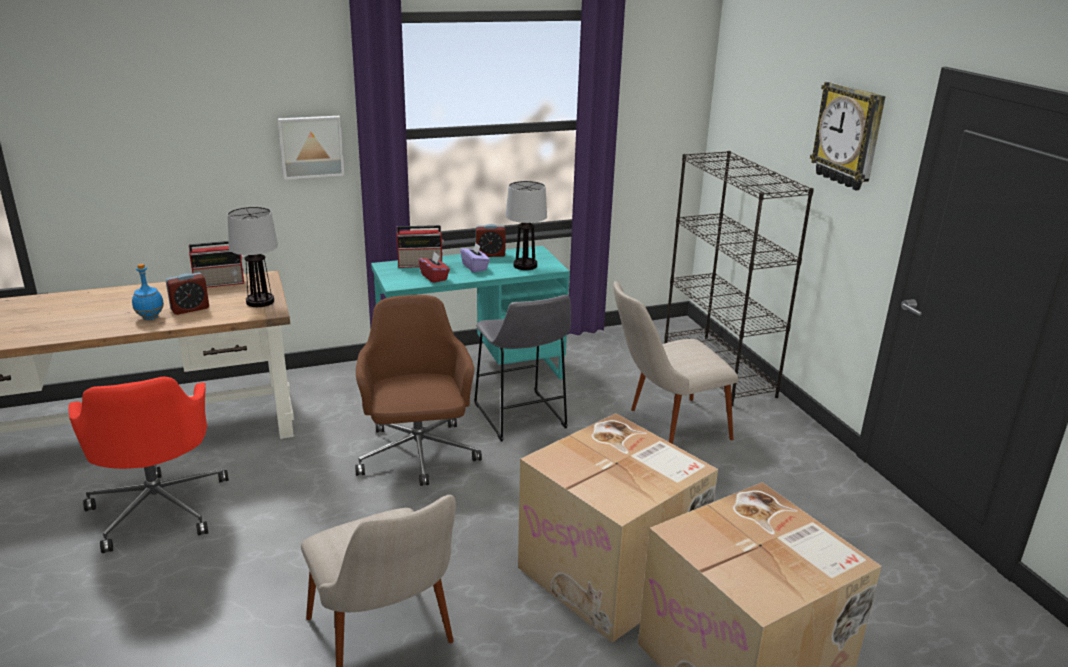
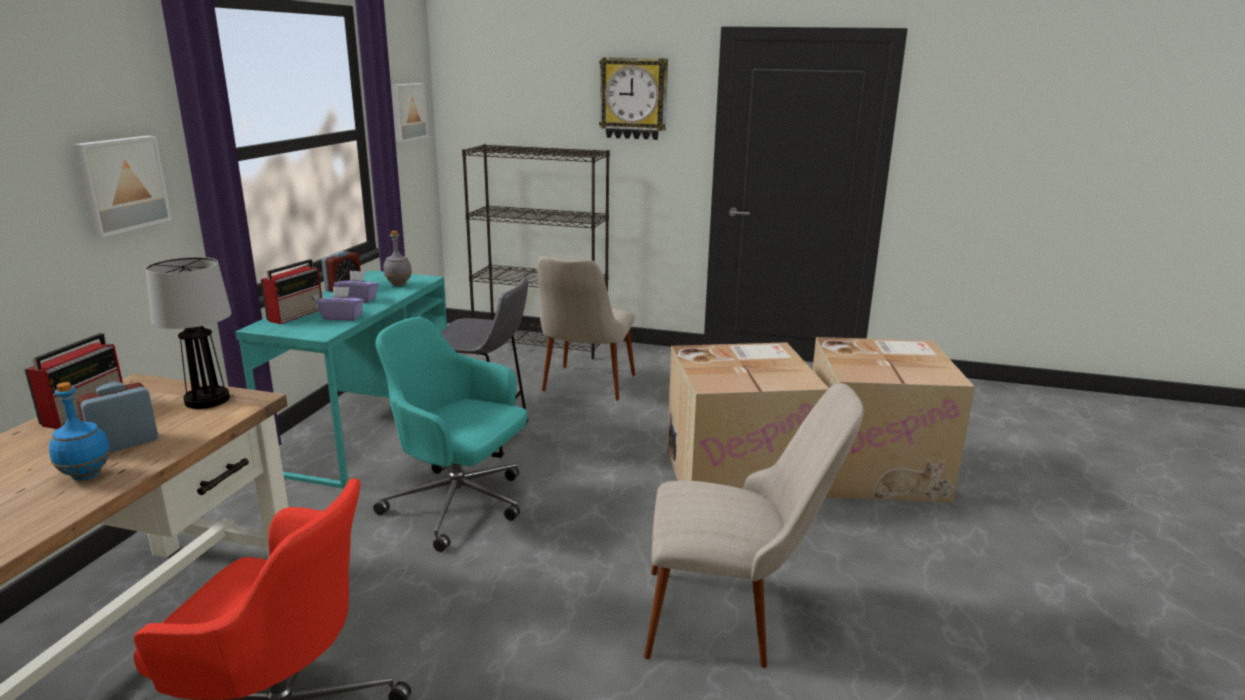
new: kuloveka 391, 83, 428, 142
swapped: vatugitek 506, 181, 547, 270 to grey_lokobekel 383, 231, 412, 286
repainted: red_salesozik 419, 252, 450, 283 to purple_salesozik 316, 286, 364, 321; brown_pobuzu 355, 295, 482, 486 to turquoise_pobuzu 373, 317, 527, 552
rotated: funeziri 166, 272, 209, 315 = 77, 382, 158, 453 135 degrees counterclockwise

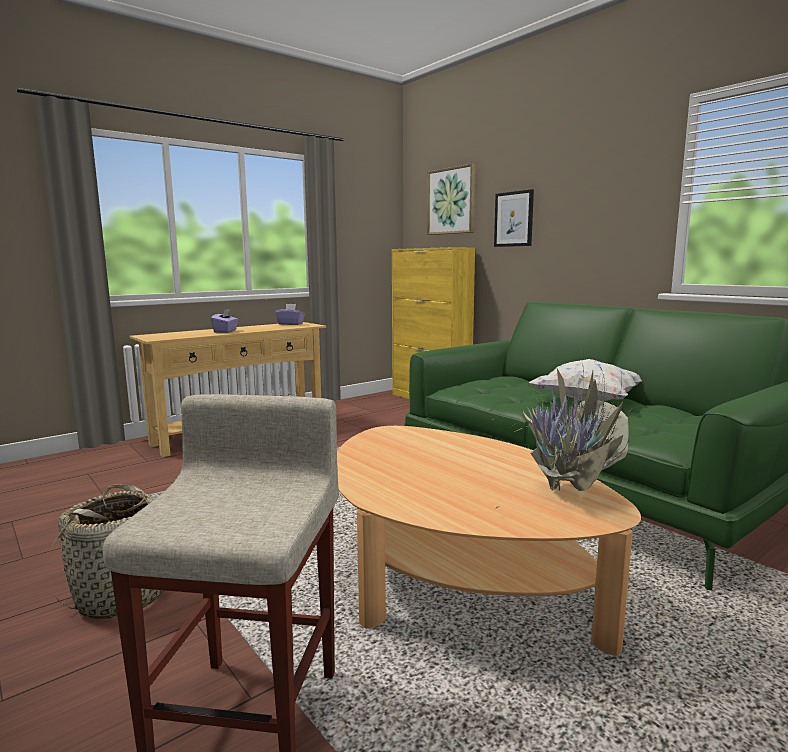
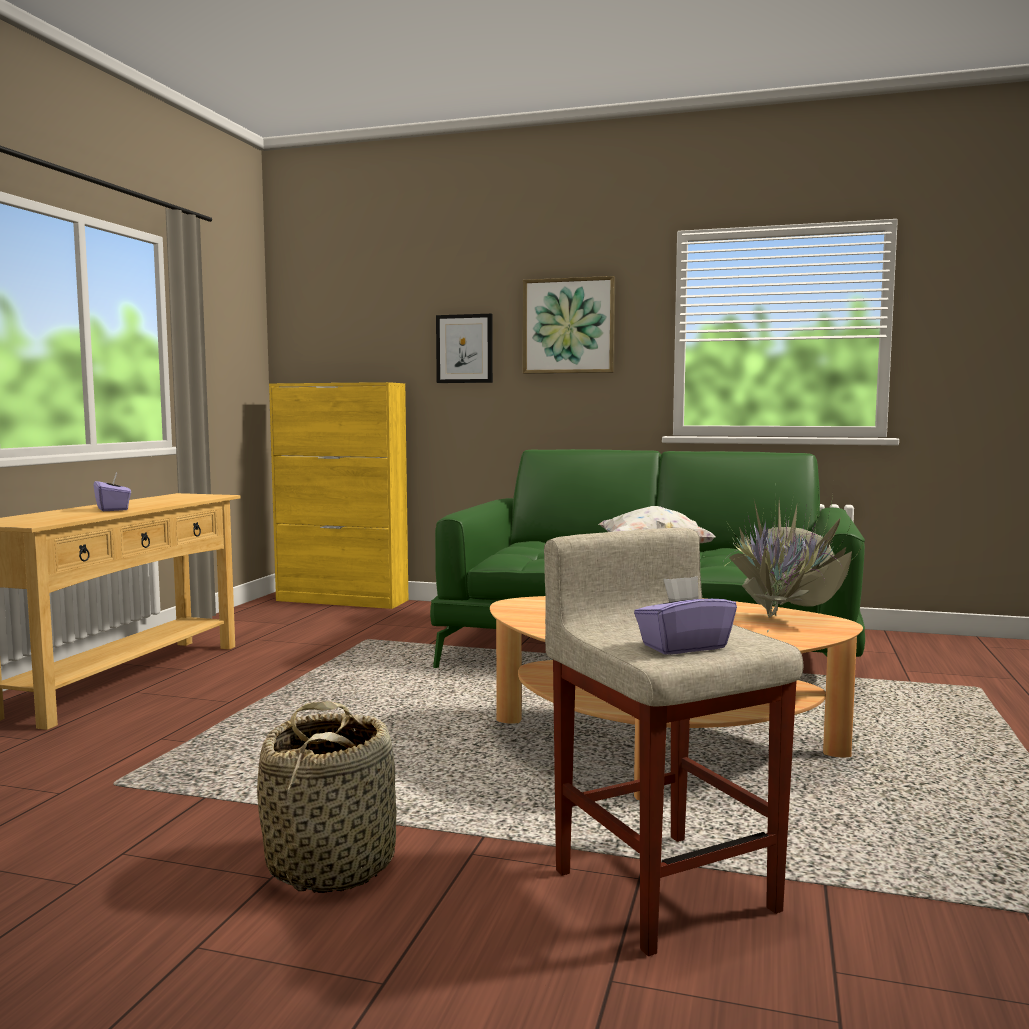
shifted: kuloveka 427, 163, 476, 235 to 523, 276, 615, 374; purple_salesozik 275, 304, 305, 325 to 634, 576, 737, 655

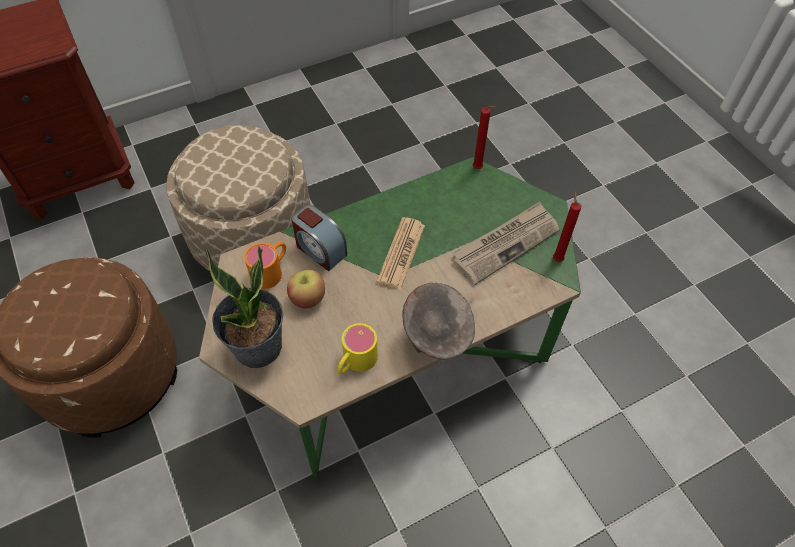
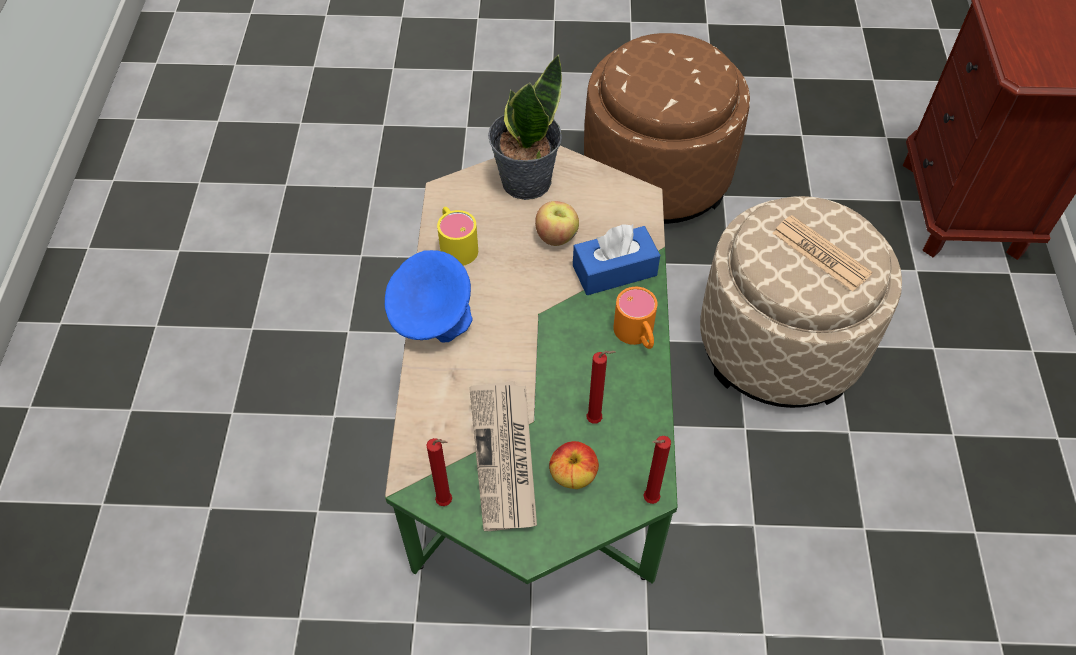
new: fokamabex 549, 441, 599, 489; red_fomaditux 587, 351, 615, 423
shifted: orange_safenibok 244, 242, 286, 289 to 613, 287, 658, 349; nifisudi 377, 217, 425, 289 to 772, 215, 873, 291
swapped: funeziri 292, 205, 347, 271 to blue_salesozik 573, 224, 660, 295
repainted: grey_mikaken 402, 282, 475, 360 to blue_mikaken 385, 250, 473, 343

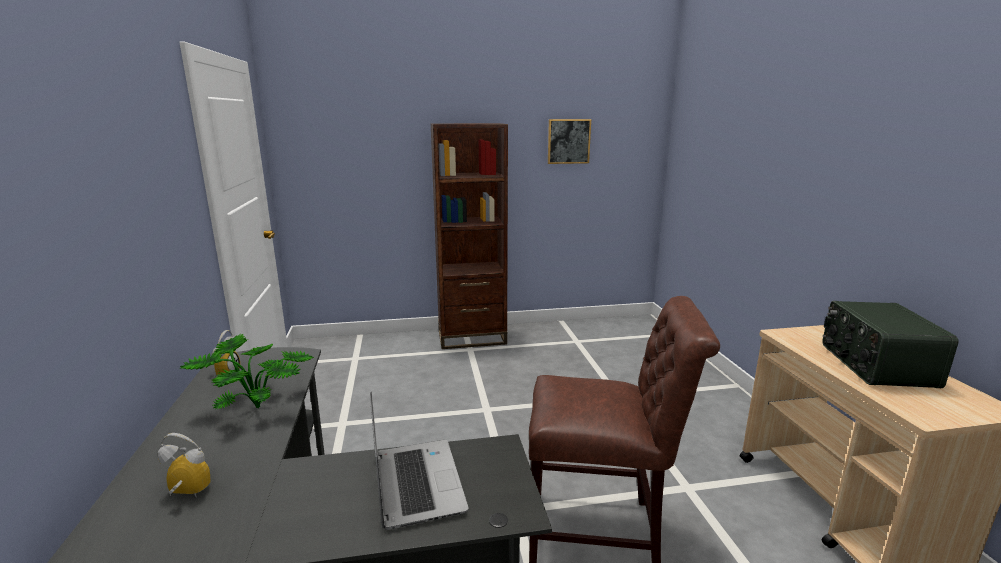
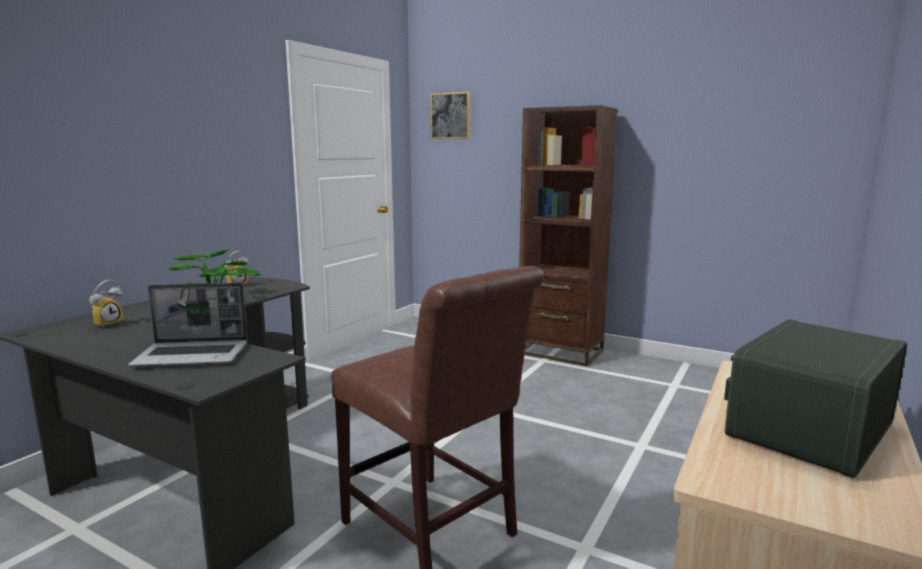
shifted: kuloveka 548, 119, 591, 164 to 430, 92, 470, 139
rotated: funeziri 158, 433, 211, 497 = 90, 280, 123, 328 75 degrees clockwise; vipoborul 370, 392, 469, 530 = 128, 283, 248, 367 60 degrees clockwise

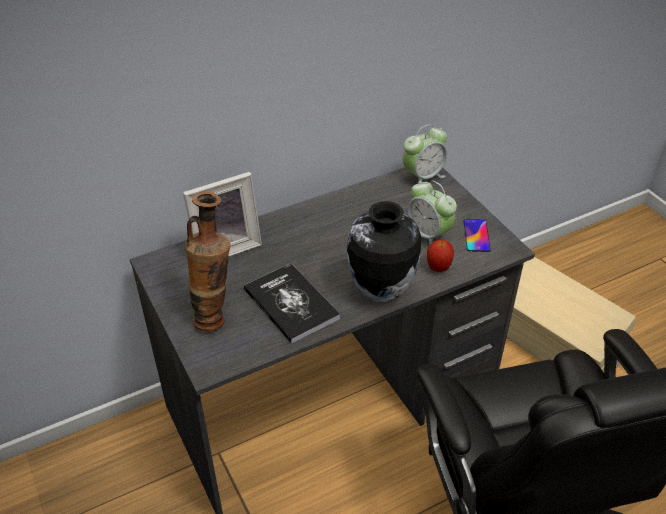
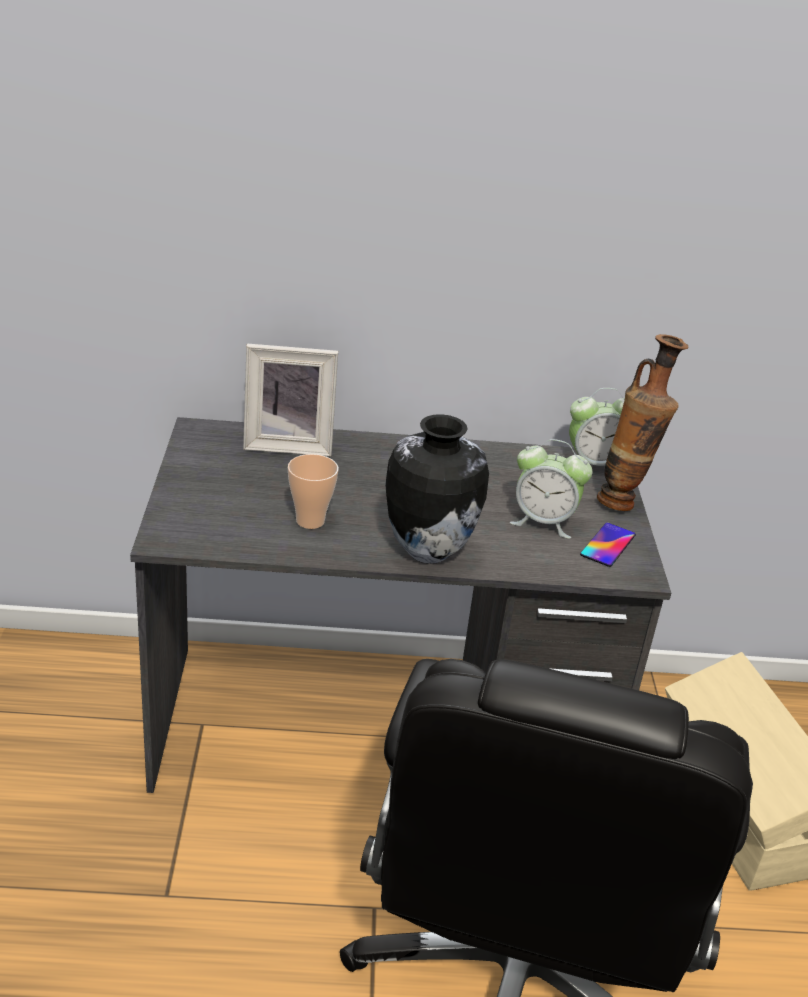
gone: fokamabex 427, 240, 454, 272
shifted: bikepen 185, 192, 231, 332 to 597, 334, 689, 511
swapped: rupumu 244, 263, 340, 344 to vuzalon 288, 454, 339, 529
rotated: funeziri 407, 180, 457, 246 = 510, 439, 593, 539 60 degrees counterclockwise

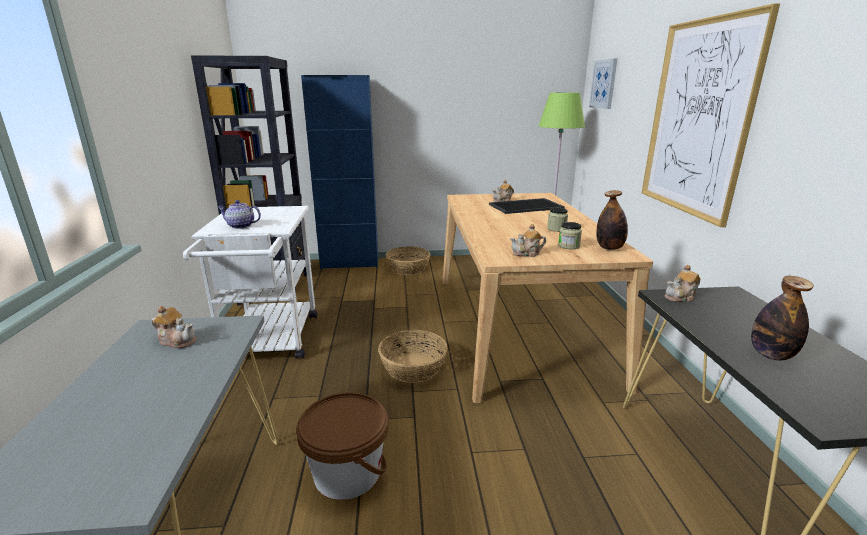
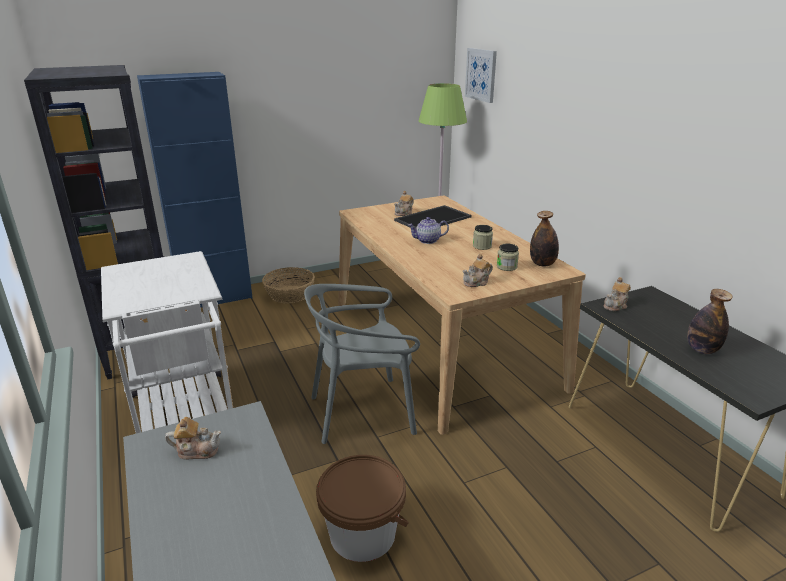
gone: kuloveka 642, 4, 780, 227
shifted: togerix 218, 200, 261, 229 to 408, 217, 449, 244
swapped: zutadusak 378, 330, 448, 383 to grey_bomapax 304, 284, 420, 444

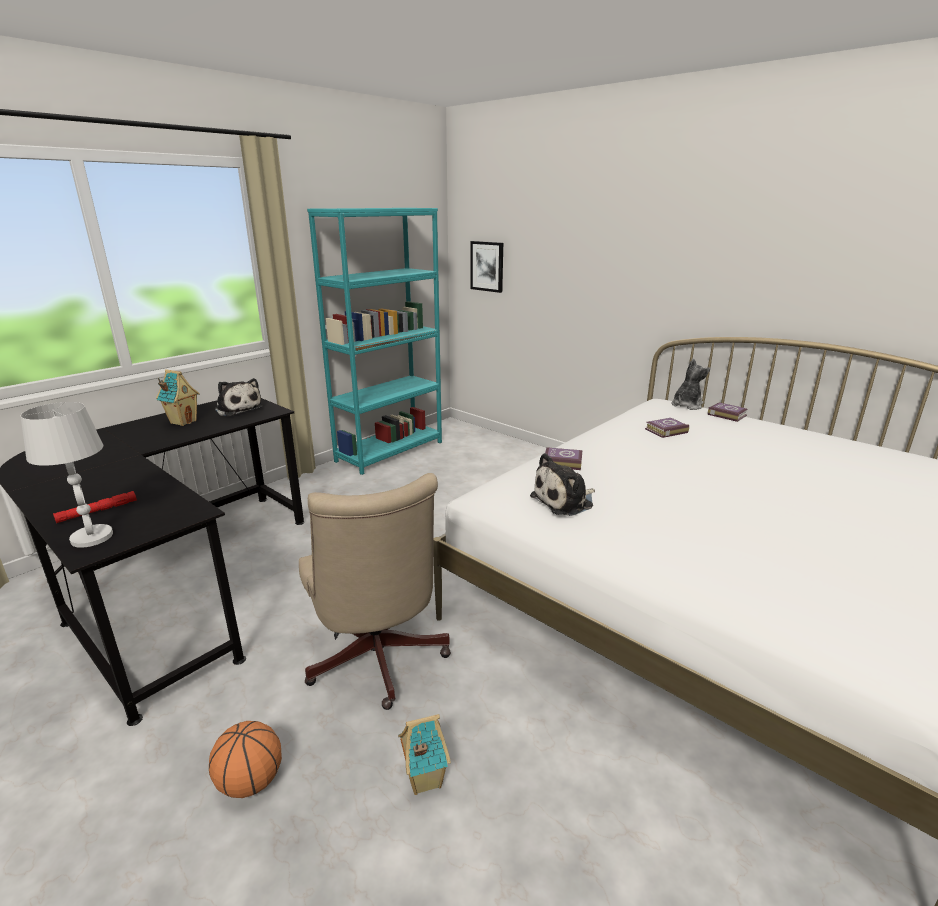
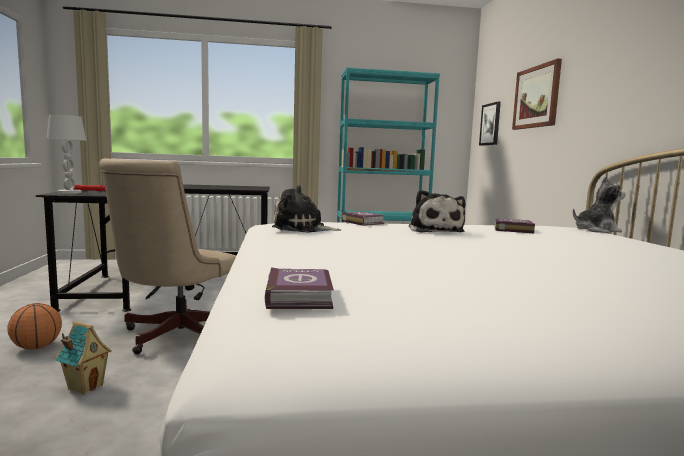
gone: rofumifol 156, 369, 200, 426
new: kuloveka 512, 58, 562, 130
shifted: rupumu 707, 402, 748, 422 to 265, 267, 334, 309; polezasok 214, 378, 263, 416 to 409, 190, 465, 232

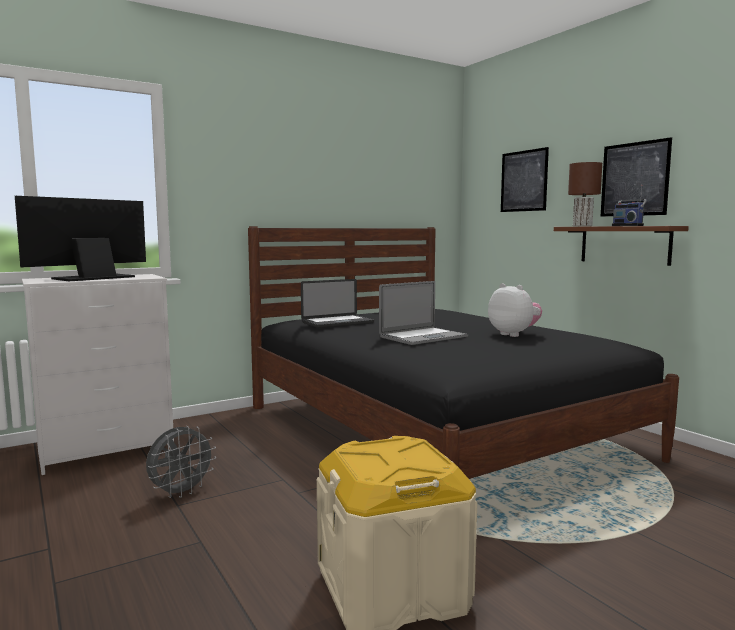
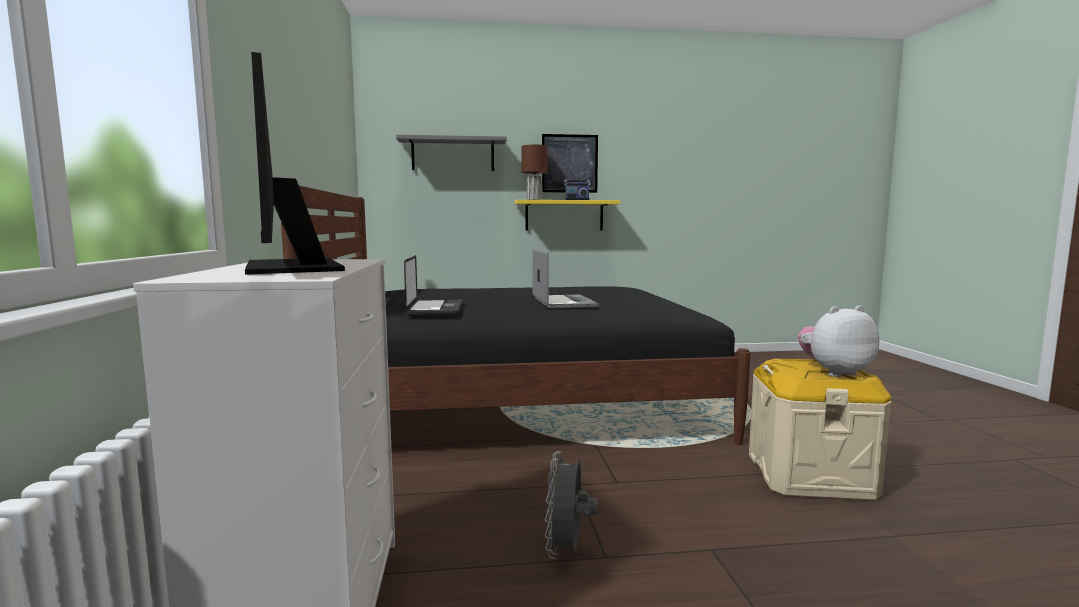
shifted: polezasok 488, 283, 542, 337 to 798, 305, 879, 377
swapped: kuloveka 501, 147, 549, 212 to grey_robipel 396, 134, 507, 171
repainted: brown_robipel 554, 226, 689, 266 to yellow_robipel 514, 200, 620, 231
rotated: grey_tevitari 146, 425, 216, 498 = 545, 451, 598, 559 150 degrees counterclockwise

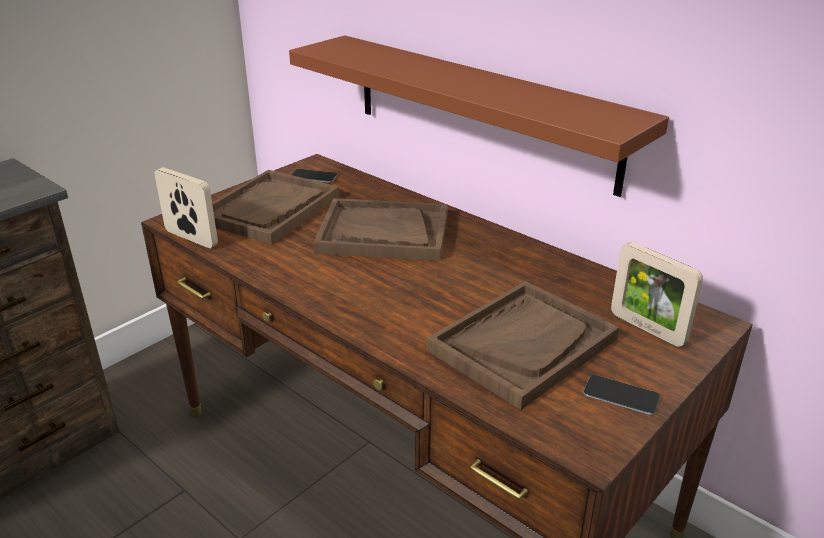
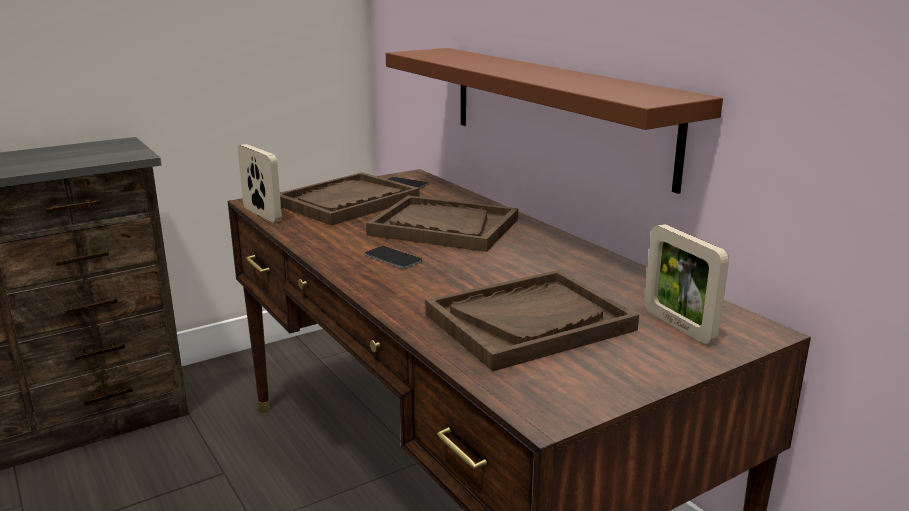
shifted: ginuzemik 583, 375, 660, 415 to 365, 246, 422, 268

